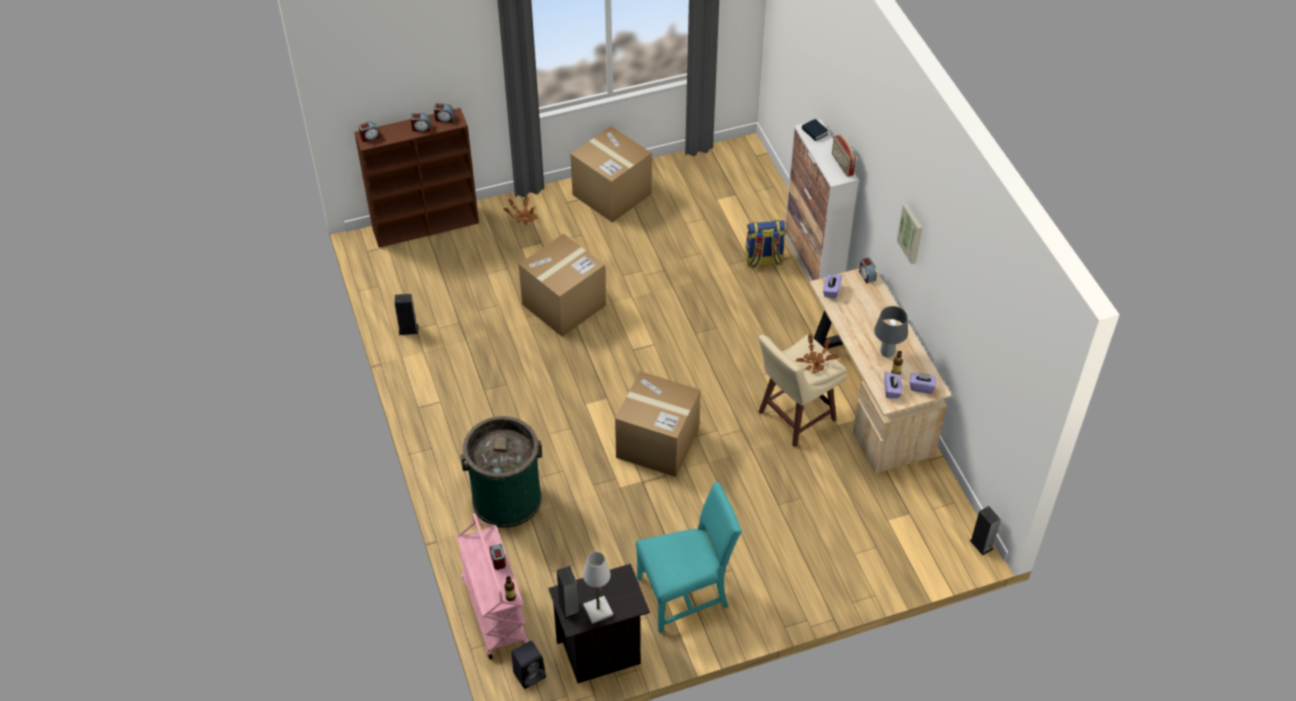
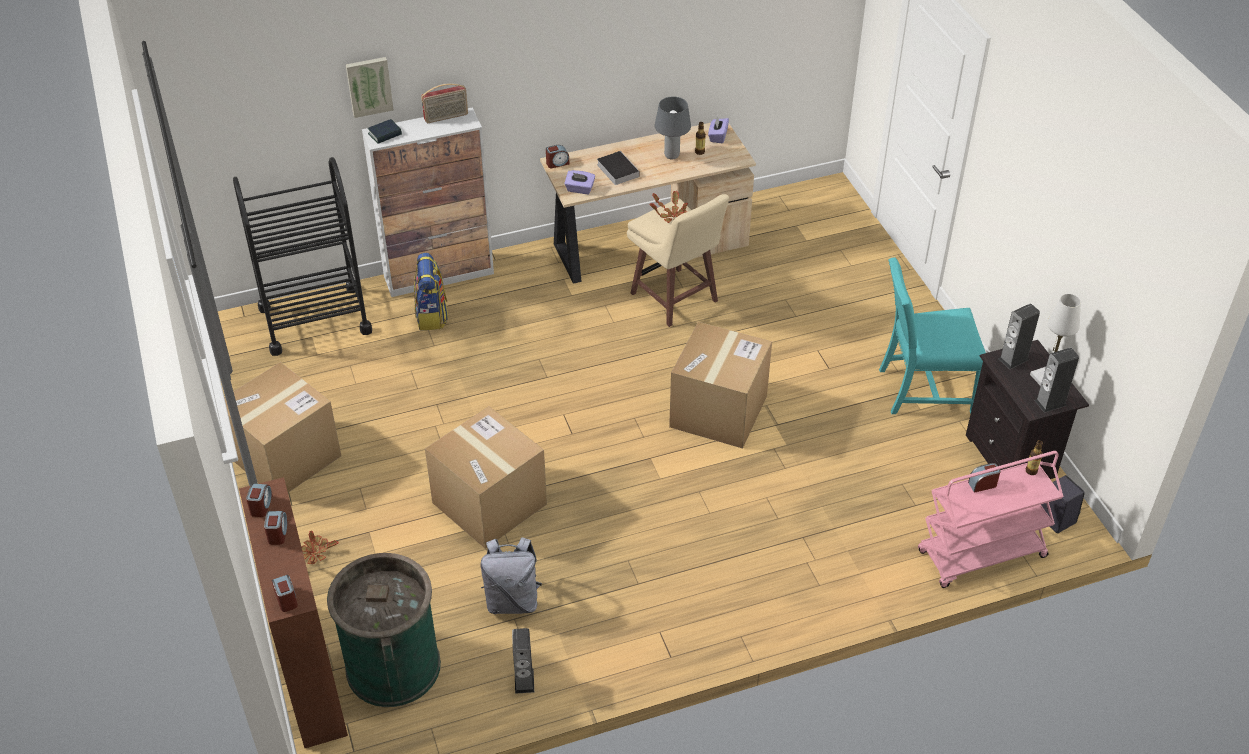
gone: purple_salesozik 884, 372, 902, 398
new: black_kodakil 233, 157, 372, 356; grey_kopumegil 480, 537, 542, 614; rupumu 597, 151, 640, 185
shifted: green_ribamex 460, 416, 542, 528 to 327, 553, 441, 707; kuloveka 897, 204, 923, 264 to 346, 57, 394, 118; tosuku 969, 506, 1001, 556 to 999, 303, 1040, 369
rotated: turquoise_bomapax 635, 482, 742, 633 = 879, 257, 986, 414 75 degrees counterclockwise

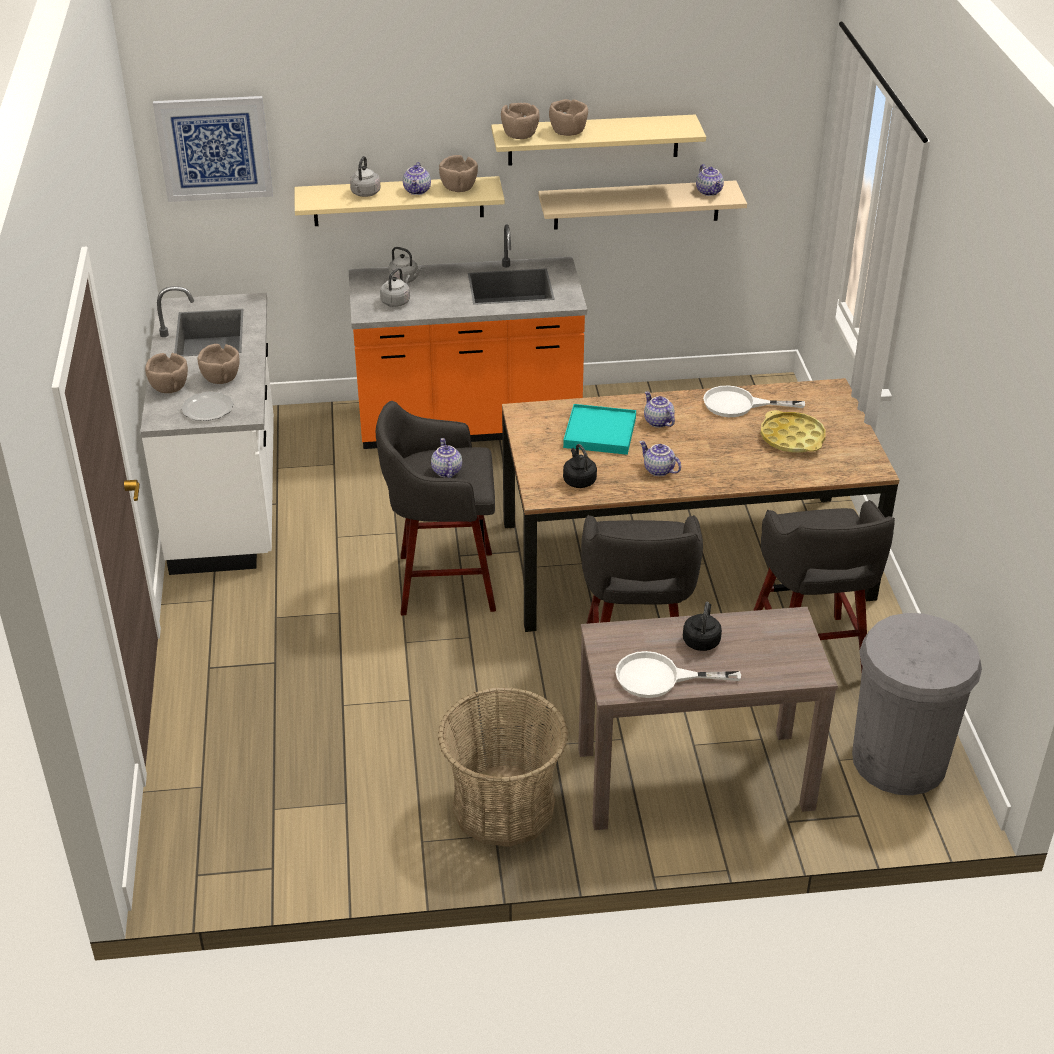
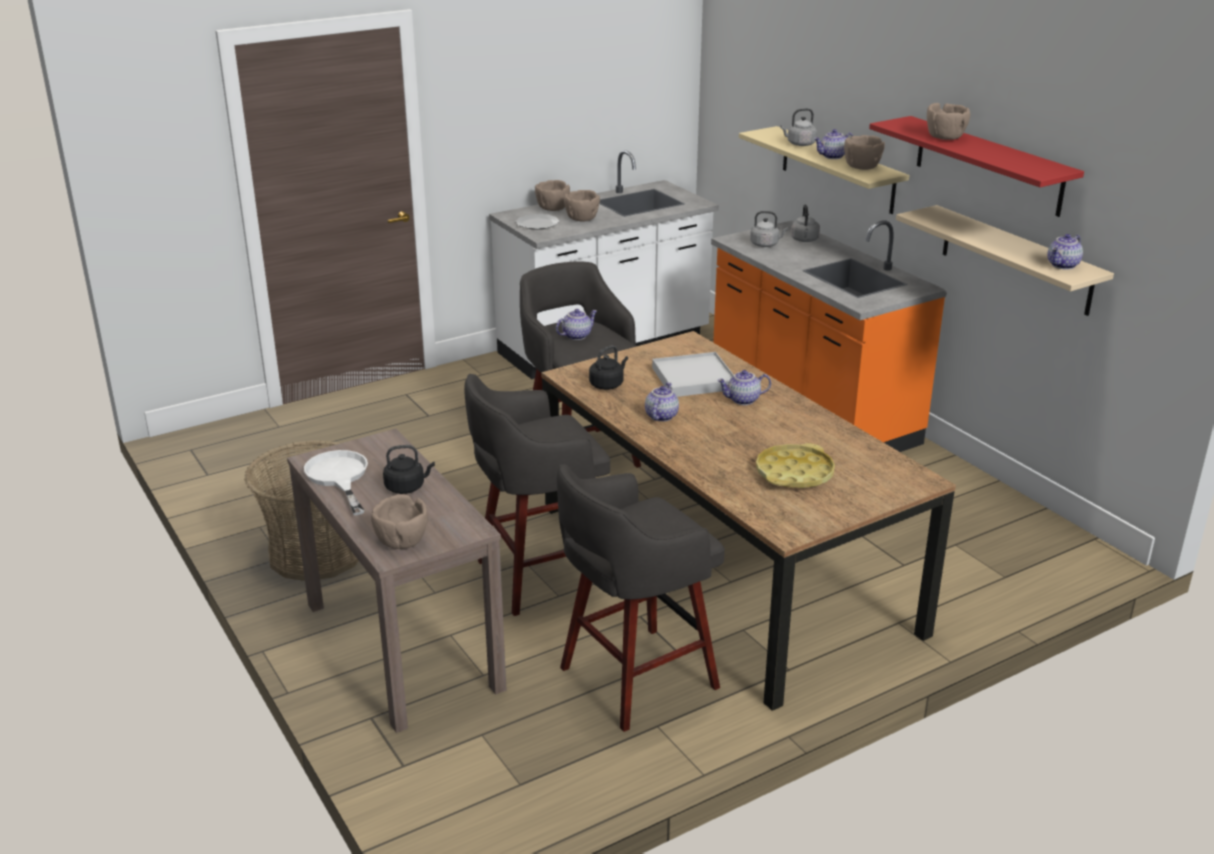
gone: kuloveka 153, 96, 273, 202; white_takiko 703, 385, 805, 417; grey_ribamex 852, 613, 982, 795
shifted: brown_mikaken 501, 103, 540, 139 to 371, 495, 428, 549
repainted: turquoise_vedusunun 563, 404, 636, 455 to white_vedusunun 652, 352, 734, 397; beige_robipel 491, 115, 706, 166 to red_robipel 869, 116, 1084, 217
rotated: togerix 644, 391, 675, 428 = 717, 370, 771, 405 135 degrees counterclockwise

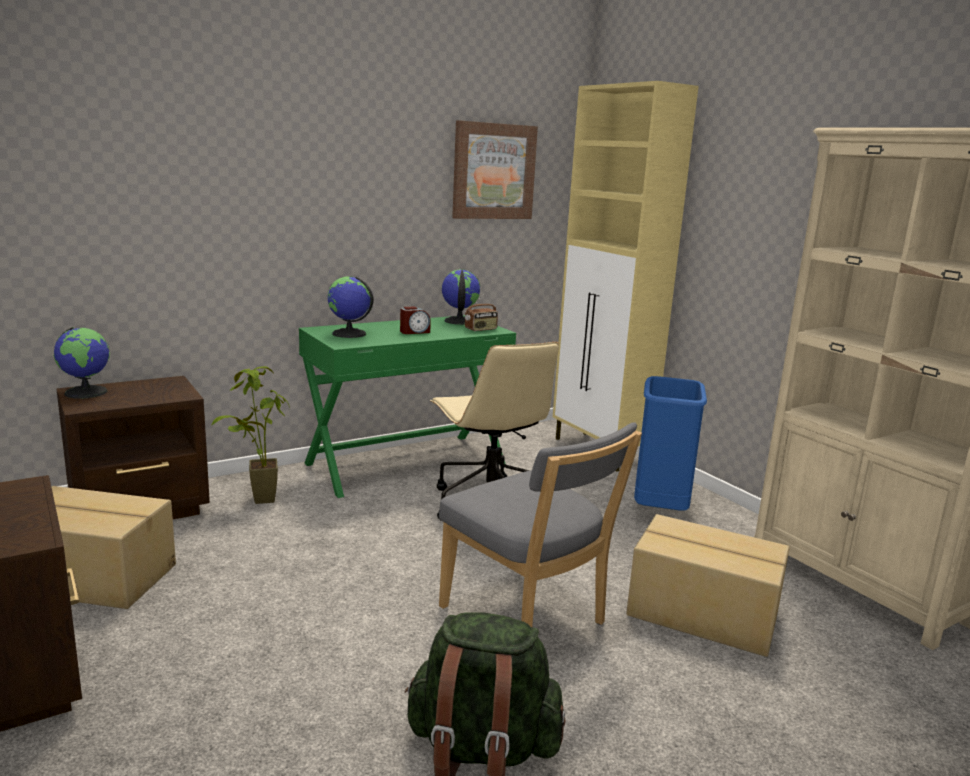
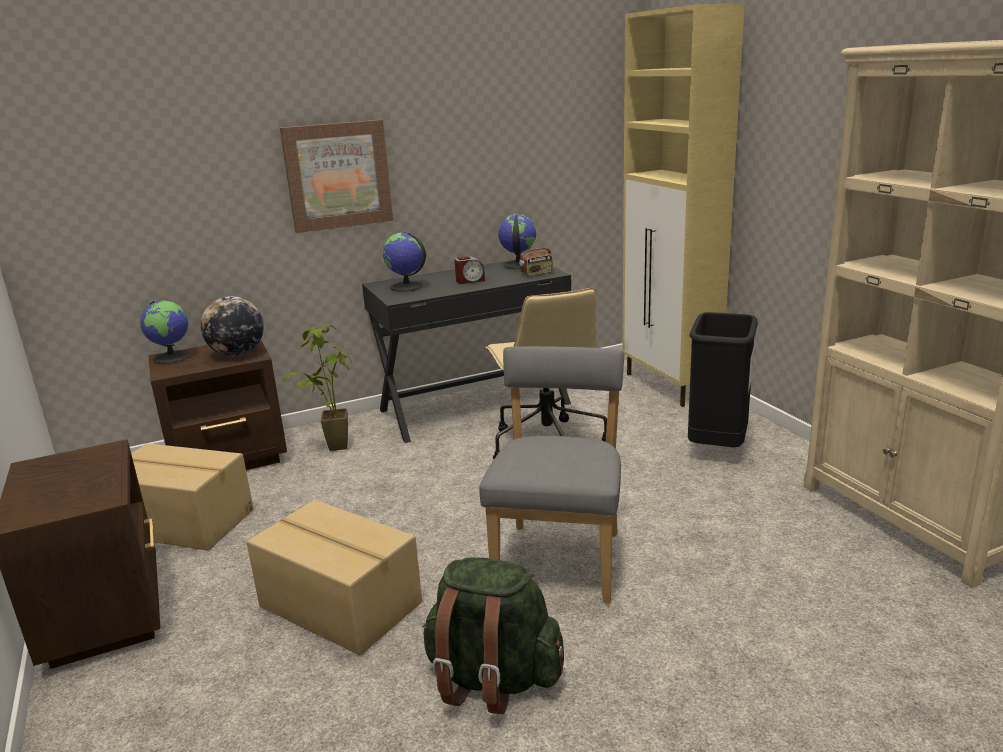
new: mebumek 201, 296, 264, 356
shifted: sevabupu 626, 514, 790, 657 to 246, 500, 422, 655; kuloveka 452, 120, 538, 219 to 280, 120, 393, 233
repainted: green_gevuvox 299, 315, 516, 498 to black_gevuvox 362, 260, 571, 443; blue_ribamex 634, 376, 707, 511 to black_ribamex 688, 312, 758, 447
rotated: grey_bomapax 439, 422, 642, 627 = 479, 346, 624, 604 135 degrees counterclockwise

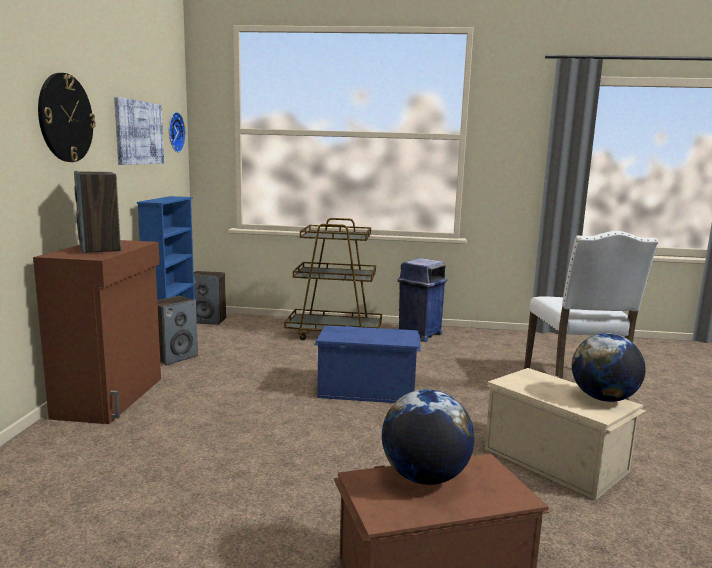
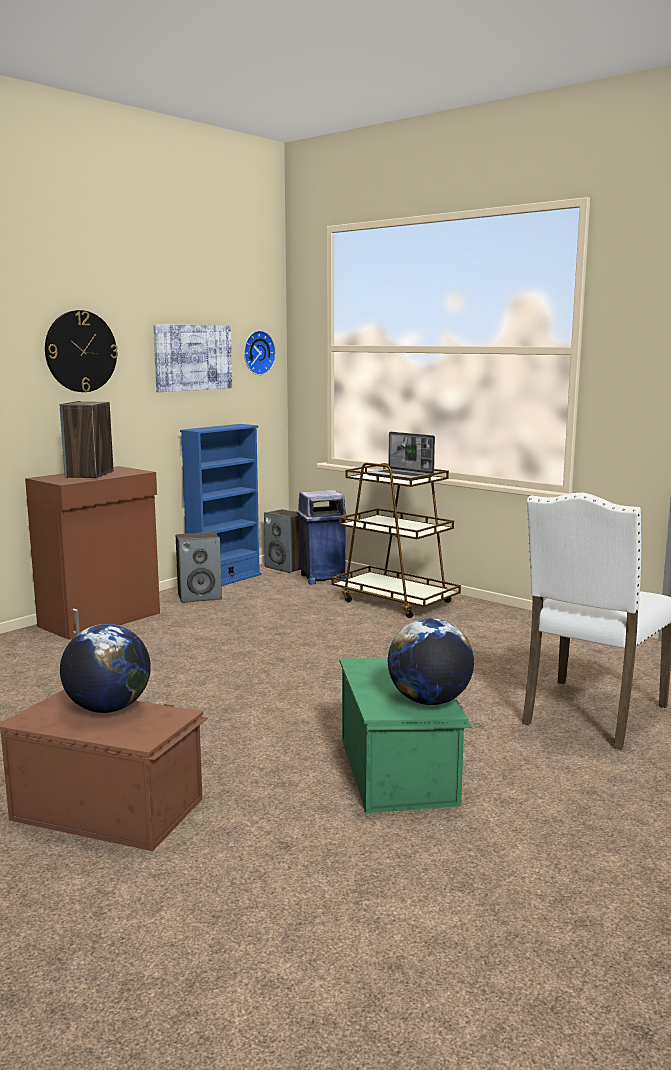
gone: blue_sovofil 314, 325, 421, 403
new: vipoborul 367, 432, 435, 481
shifted: blue_ribamex 397, 258, 447, 342 to 296, 490, 348, 585
repainted: beige_sovofil 485, 368, 646, 500 to green_sovofil 339, 658, 473, 813

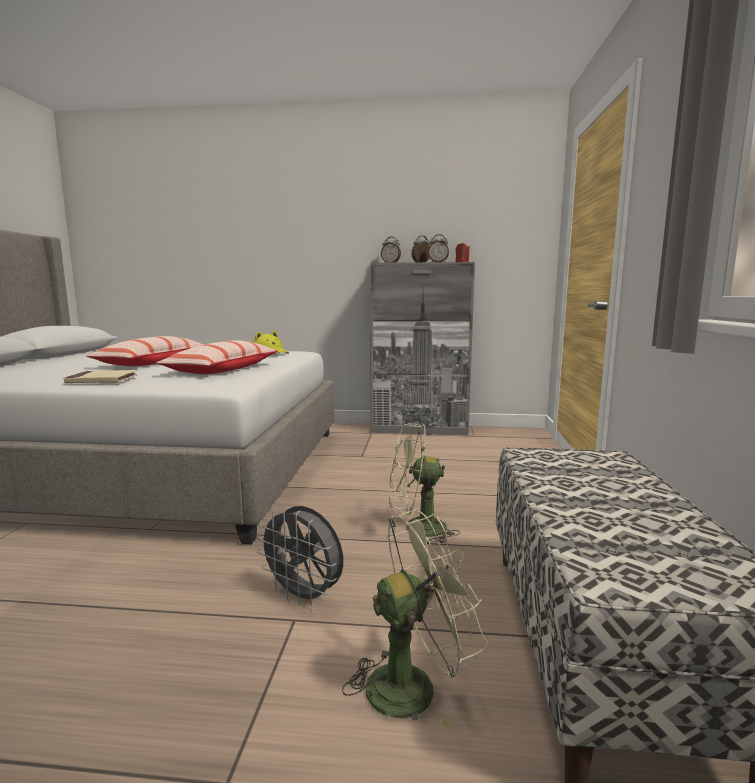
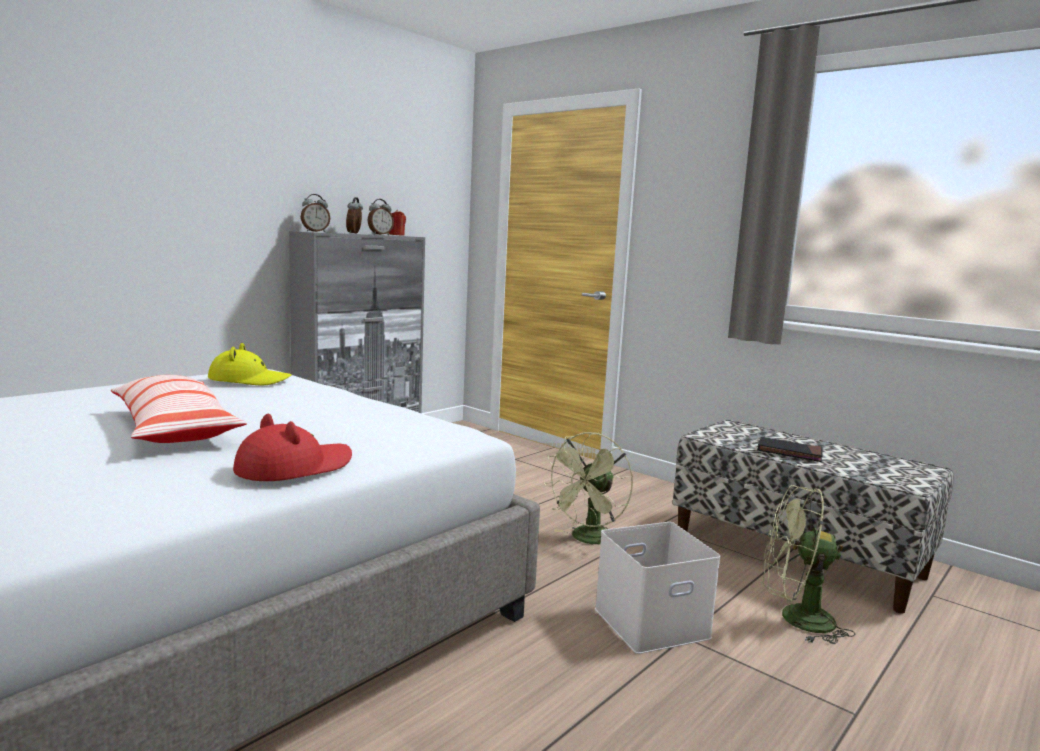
gone: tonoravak 156, 340, 278, 374
new: black_rupumu 757, 437, 823, 462
swapped: beige_rupumu 64, 370, 138, 383 to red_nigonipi 233, 414, 352, 481; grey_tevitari 256, 506, 344, 607 to white_sovofil 595, 522, 721, 654
rotated: green_tevitari 342, 510, 488, 733 = 763, 485, 855, 644 90 degrees counterclockwise

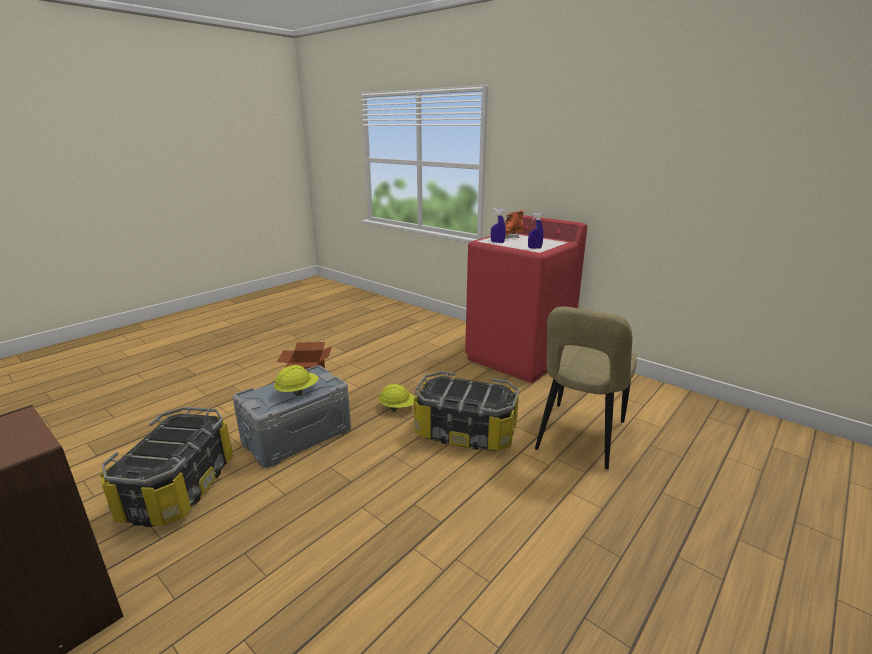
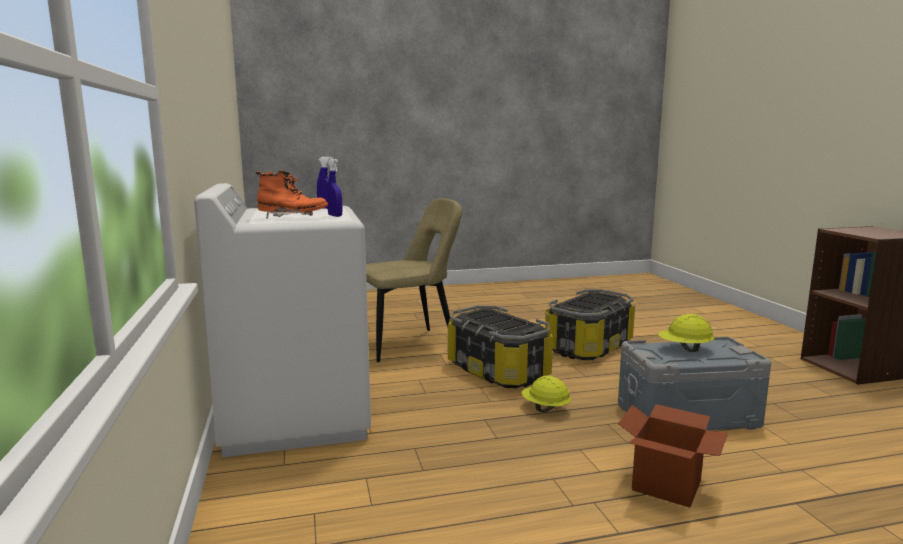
shifted: sovofil 100, 407, 233, 527 to 545, 289, 635, 360
repainted: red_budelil 465, 215, 587, 383 to white_budelil 194, 183, 371, 457

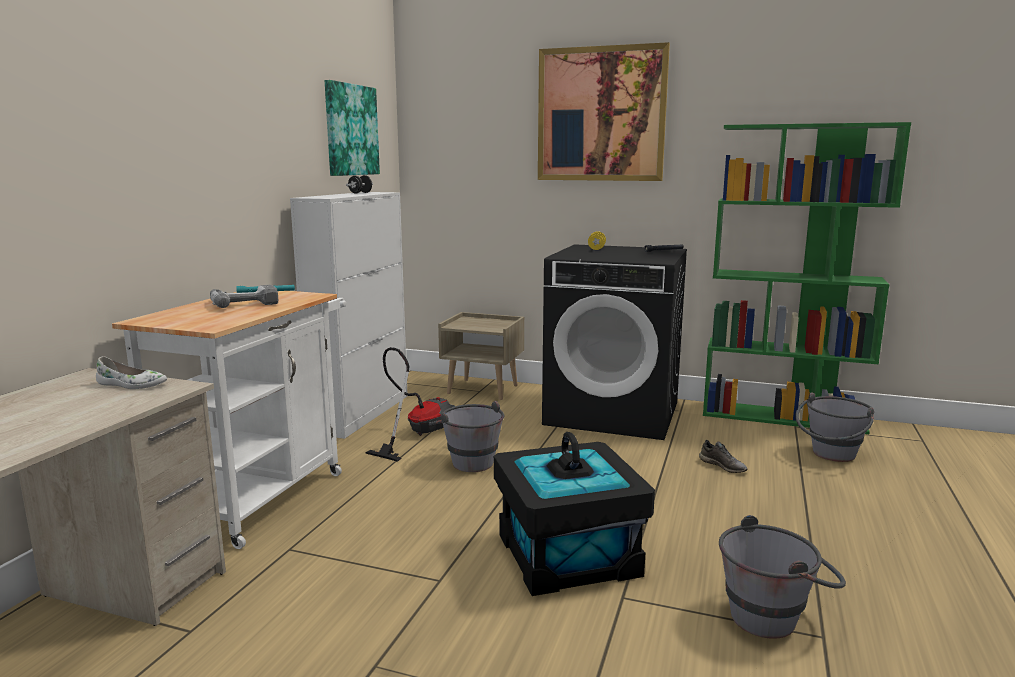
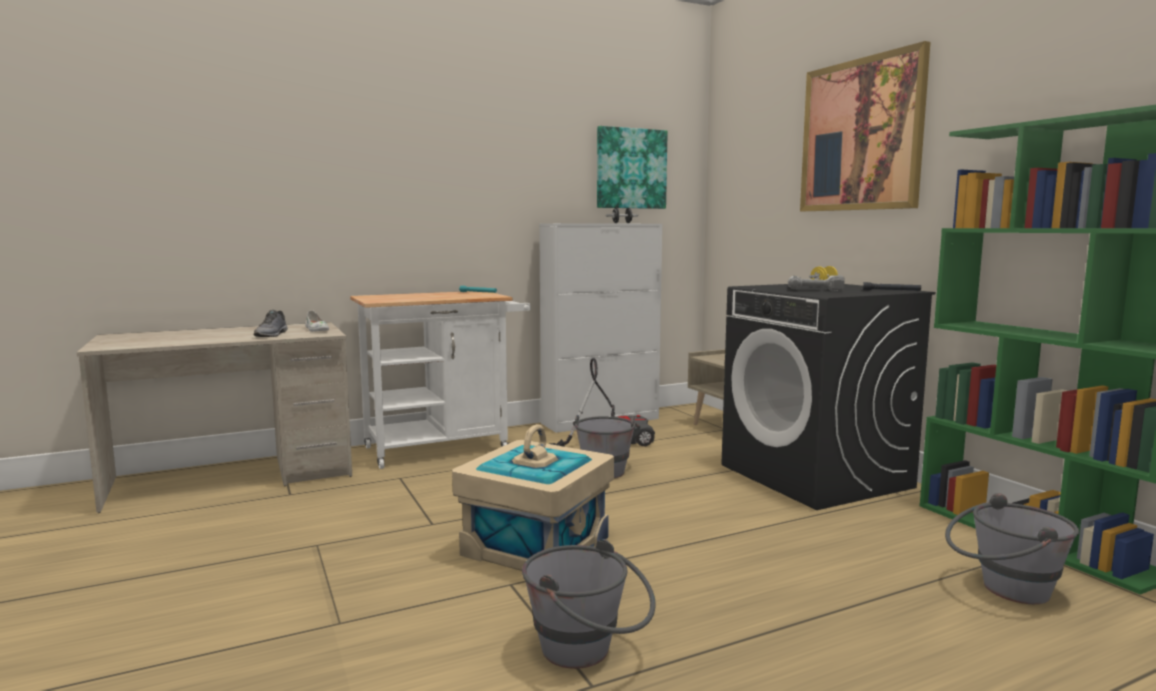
shifted: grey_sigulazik 699, 440, 747, 473 to 253, 310, 288, 337; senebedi 210, 285, 278, 308 to 788, 275, 845, 292
repainted: black_sovofil 494, 432, 655, 596 to beige_sovofil 452, 424, 614, 571

